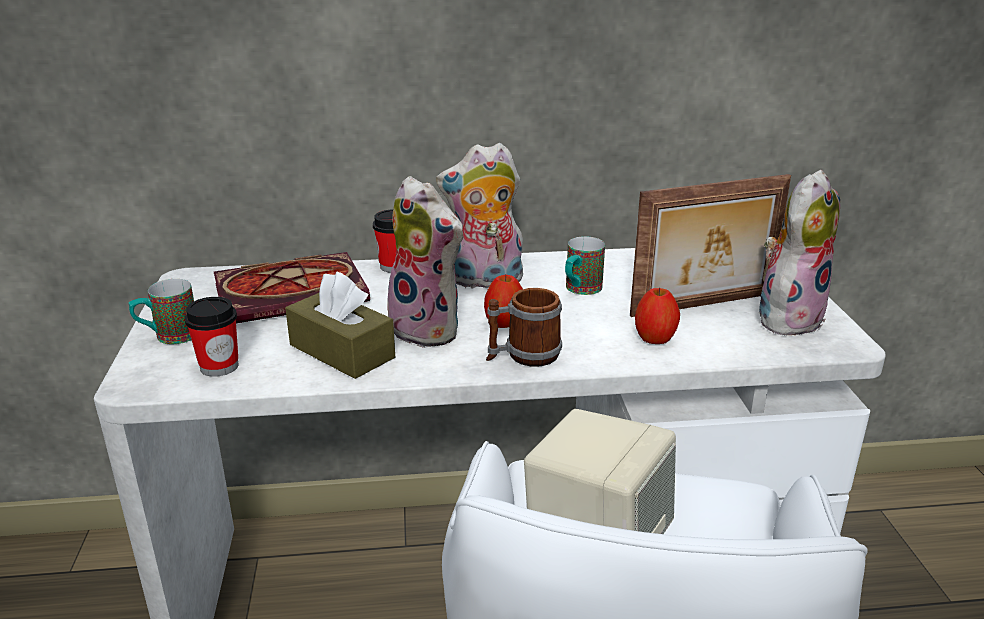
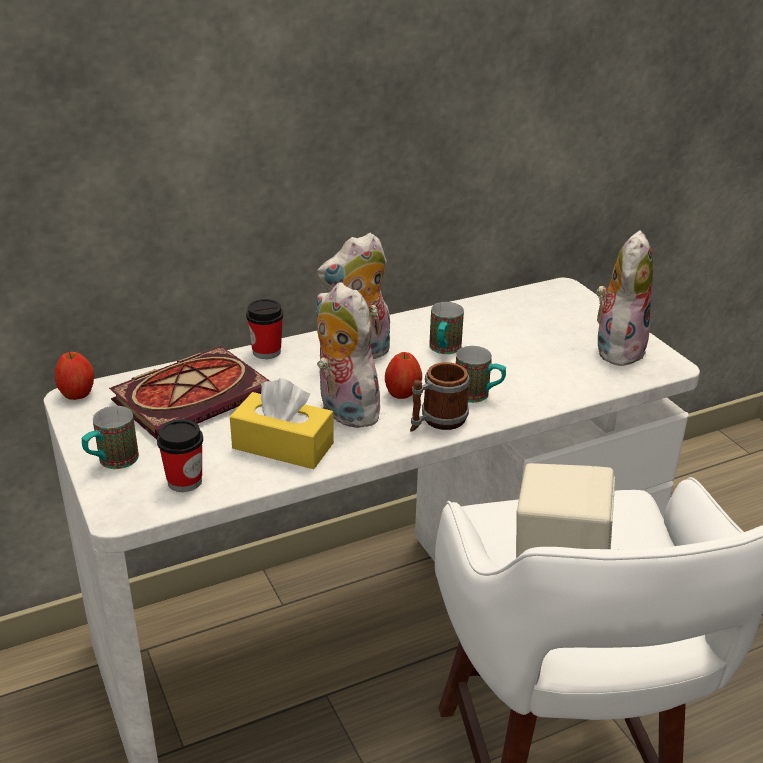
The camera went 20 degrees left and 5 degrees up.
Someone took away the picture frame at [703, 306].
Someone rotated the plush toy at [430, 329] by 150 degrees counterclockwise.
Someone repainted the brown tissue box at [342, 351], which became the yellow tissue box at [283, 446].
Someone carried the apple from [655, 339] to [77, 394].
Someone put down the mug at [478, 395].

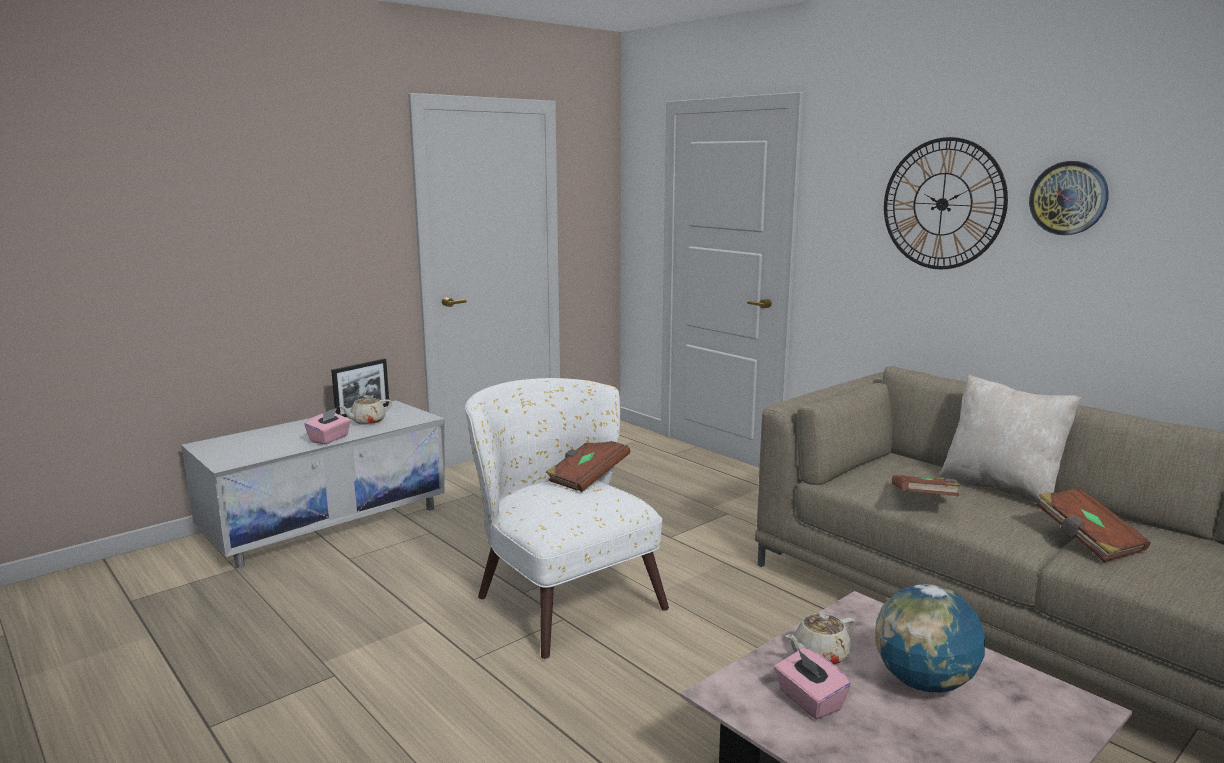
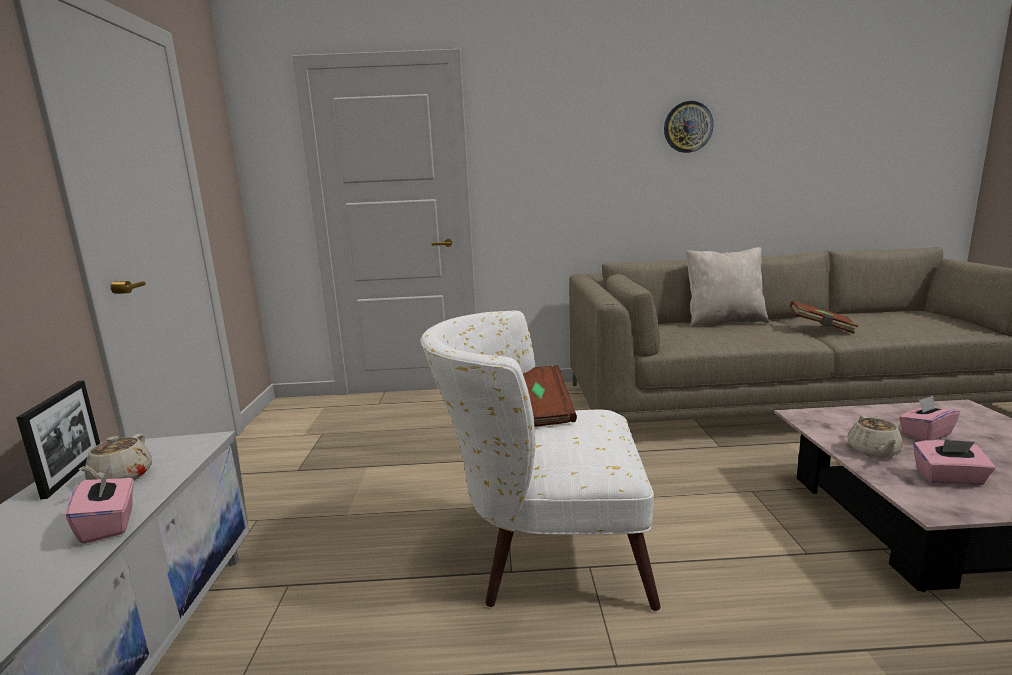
The camera went 50 degrees left and 0 degrees up.
Someone took away the wall clock at [942, 204].
Someone took away the brown book at [924, 501].
Someone swapped the globe at [924, 682] for the pink tissue box at [925, 434].

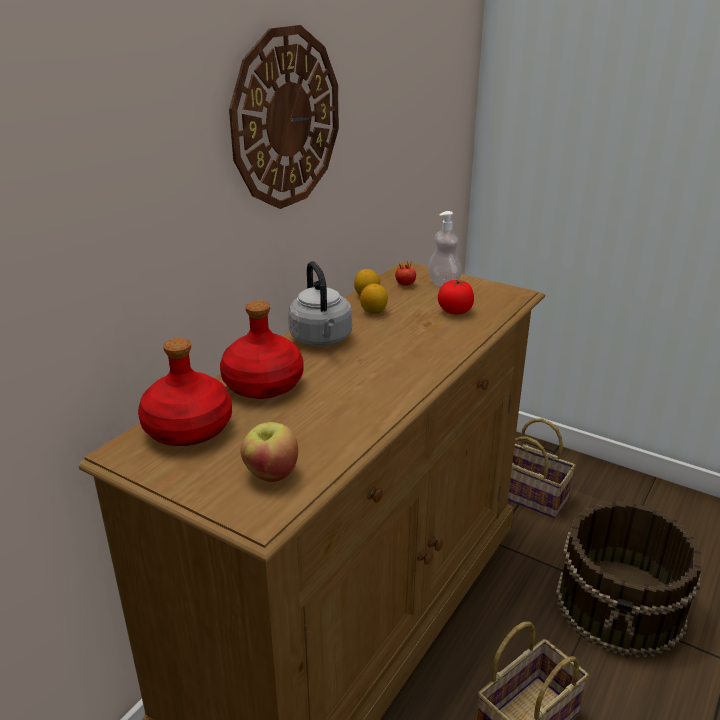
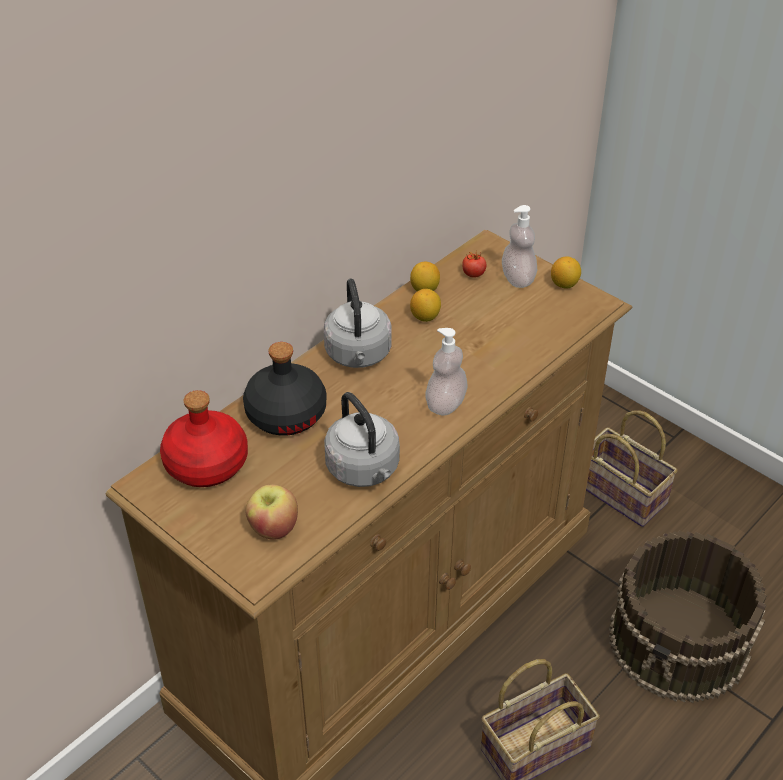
The camera went 10 degrees right and 15 degrees up.
Someone took away the wall clock at [286, 119].
Someone took away the tomato at [455, 311].
Someone repainted the red bottle at [263, 384], which became the black bottle at [286, 413].
Someone put down the lemon at [564, 284].
Someone put down the soap dispenser at [445, 404].
Someone put down the grey kettle at [364, 470].

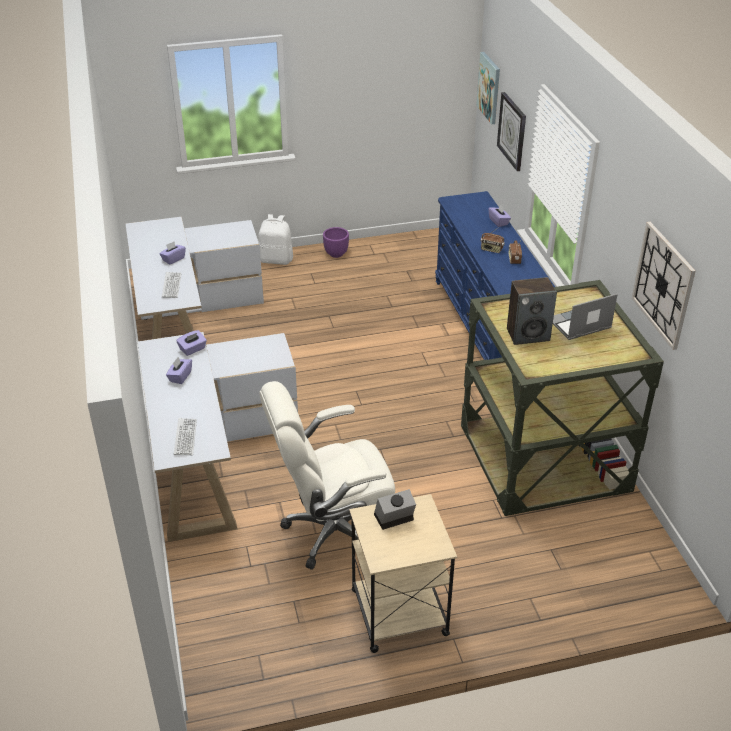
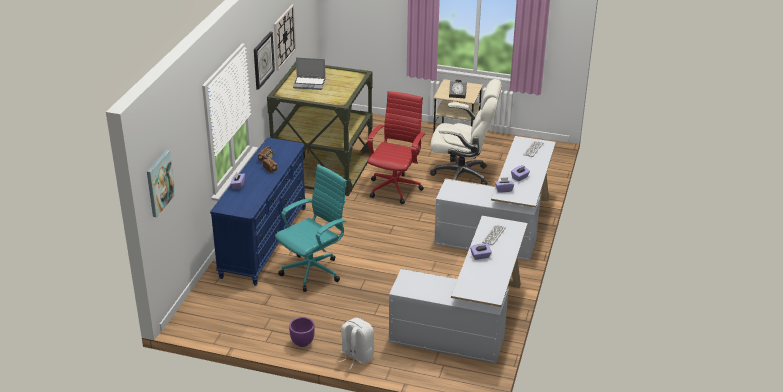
The camera went 150 degrees left and 5 degrees down.
Someone carried the wall clock from [512, 131] to [263, 60].
Someone took away the speaker at [528, 334].
Someone put down the red office chair at [395, 187].
Someone put down the turquoise office chair at [314, 271].

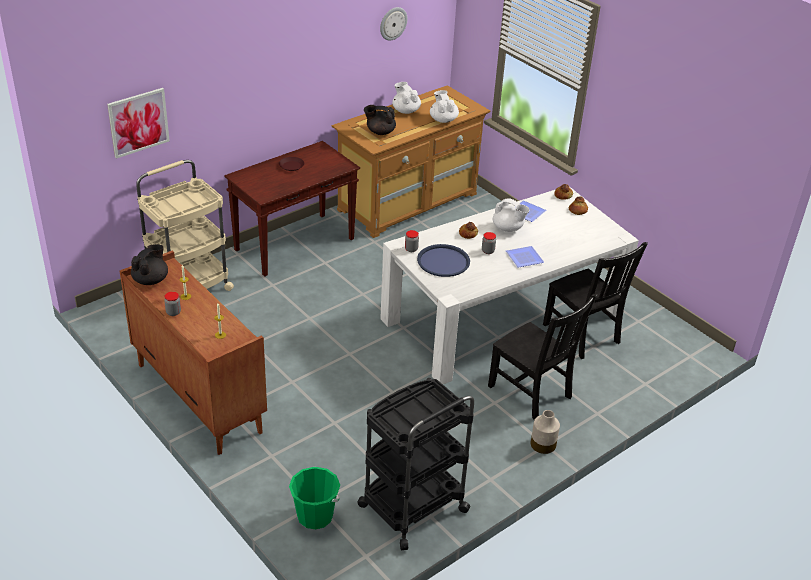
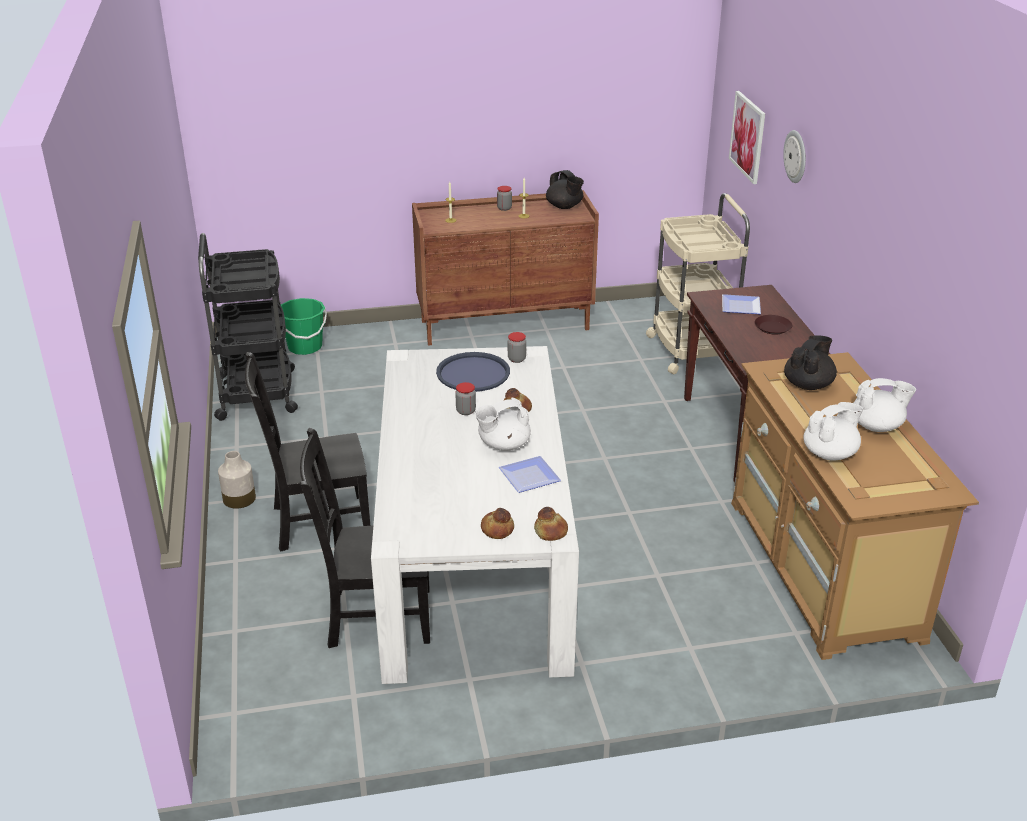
The camera went 120 degrees right and 5 degrees down.
Someone carried the wall clock from [393, 23] to [796, 156].
Someone rotated the white teapot at [443, 119] by 45 degrees counterclockwise.
Someone carried the plate from [523, 258] to [742, 306].

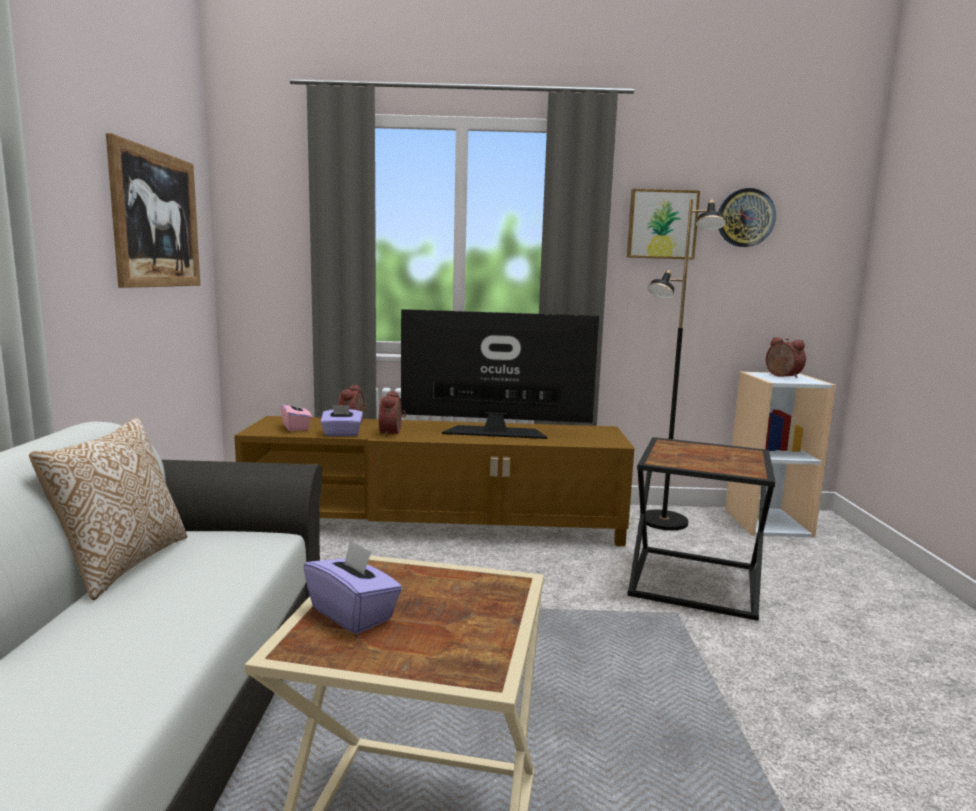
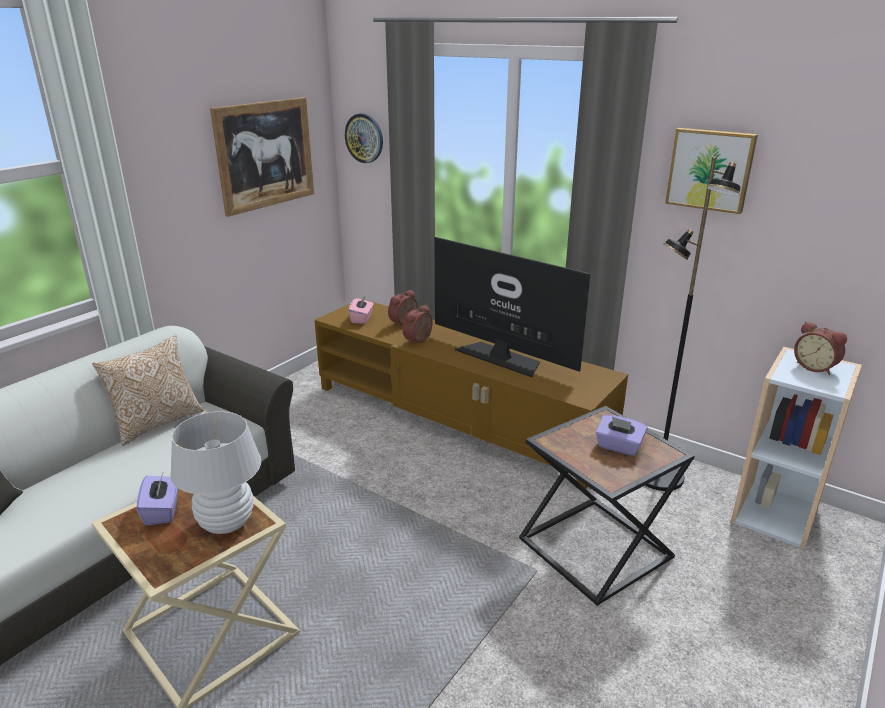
The camera went 35 degrees right and 15 degrees up.
Someone carried the wall clock from [745, 218] to [364, 138].
Someone rotated the alarm clock at [781, 376] by 135 degrees clockwise.
Someone carried the purple tissue box from [342, 434] to [618, 447].
Someone put down the white table lamp at [227, 523].

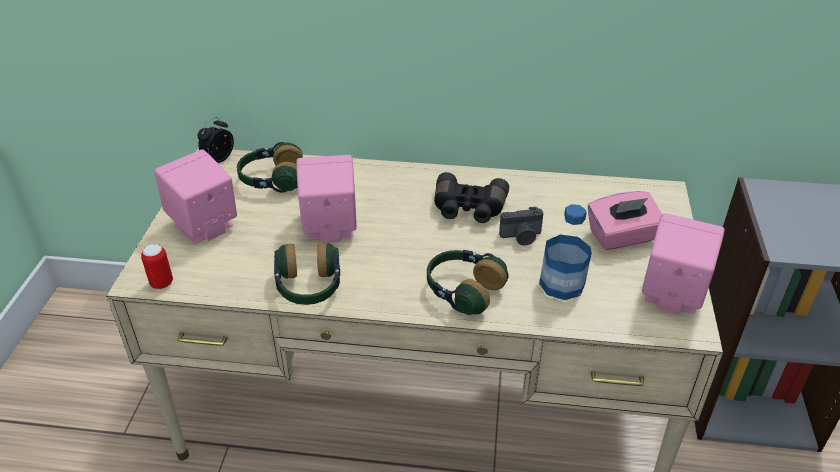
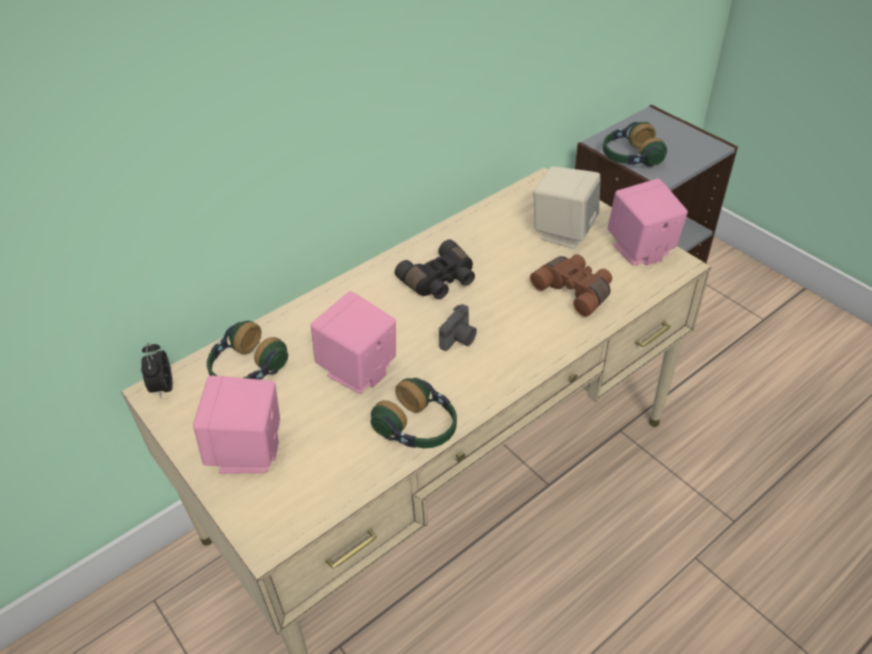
The camera went 45 degrees left and 5 degrees up.
Someone swapped the pink tissue box at [622, 237] for the beige speaker at [563, 232].
Someone swapped the bottle at [562, 284] for the brown binoculars at [575, 290].
Someone carried the photo camera from [521, 237] to [459, 339].
Someone took away the can at [161, 283].
Someone carried the headphones from [463, 291] to [630, 158].

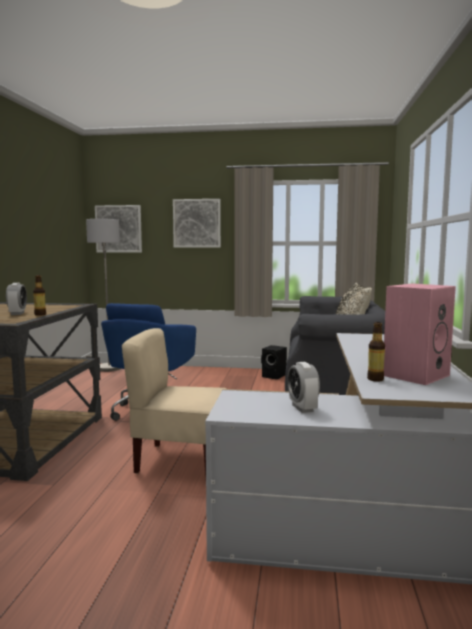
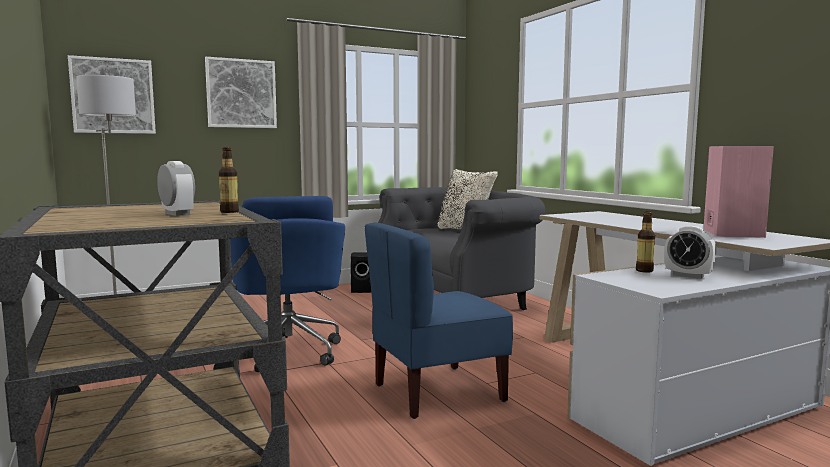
The camera went 35 degrees left and 0 degrees up.
Someone carried the bottle from [375, 379] to [644, 271].
Someone repainted the beige chair at [181, 461], which became the blue chair at [437, 392].

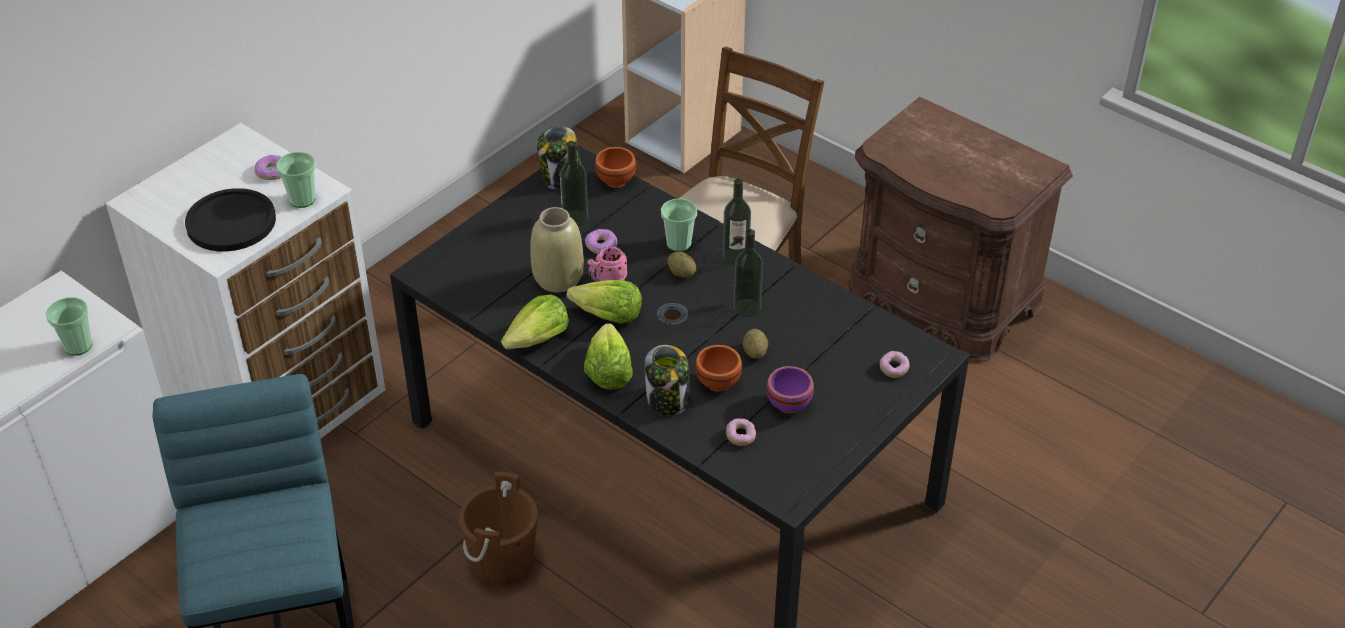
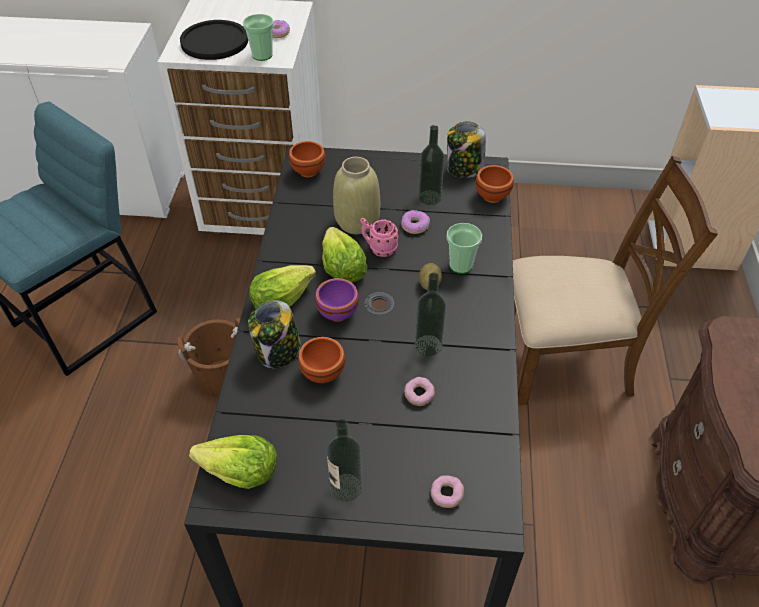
The camera went 55 degrees right and 5 degrees up.
Someone carried the bottle from [735, 256] to [346, 487].
Someone carried the lettuce from [538, 339] to [240, 472].
Someone took away the cup at [78, 346].
Someone took away the potato at [755, 352].
Someone carried the purple bowl from [787, 404] to [337, 312].
Someone carried the donut from [740, 437] to [419, 395].
Someone put down the brown bowl at [309, 171].

